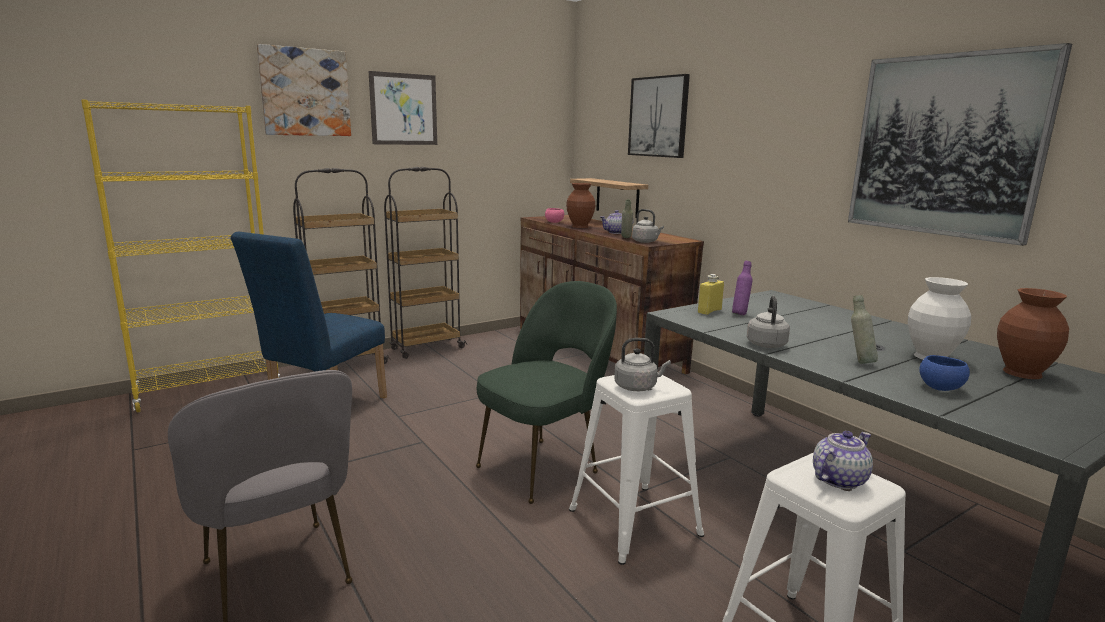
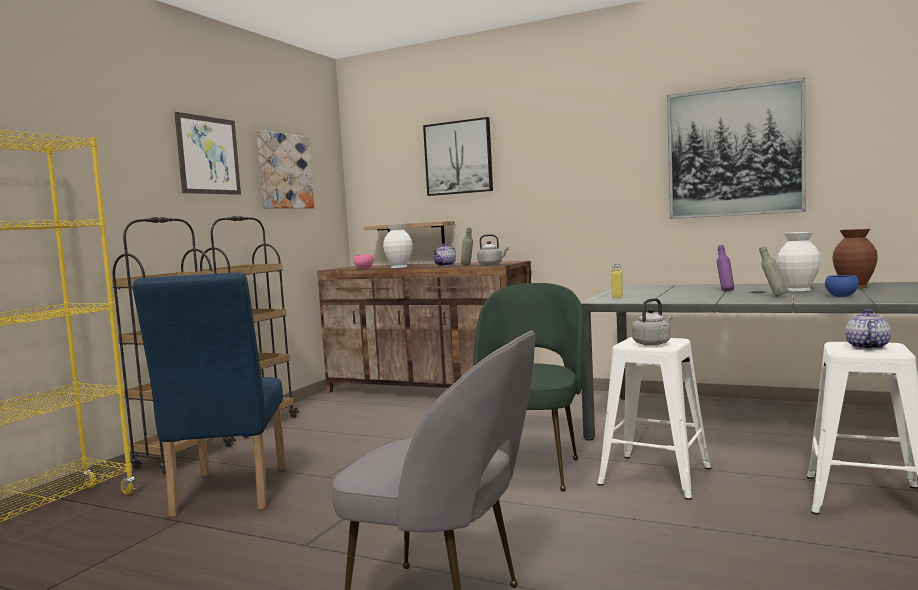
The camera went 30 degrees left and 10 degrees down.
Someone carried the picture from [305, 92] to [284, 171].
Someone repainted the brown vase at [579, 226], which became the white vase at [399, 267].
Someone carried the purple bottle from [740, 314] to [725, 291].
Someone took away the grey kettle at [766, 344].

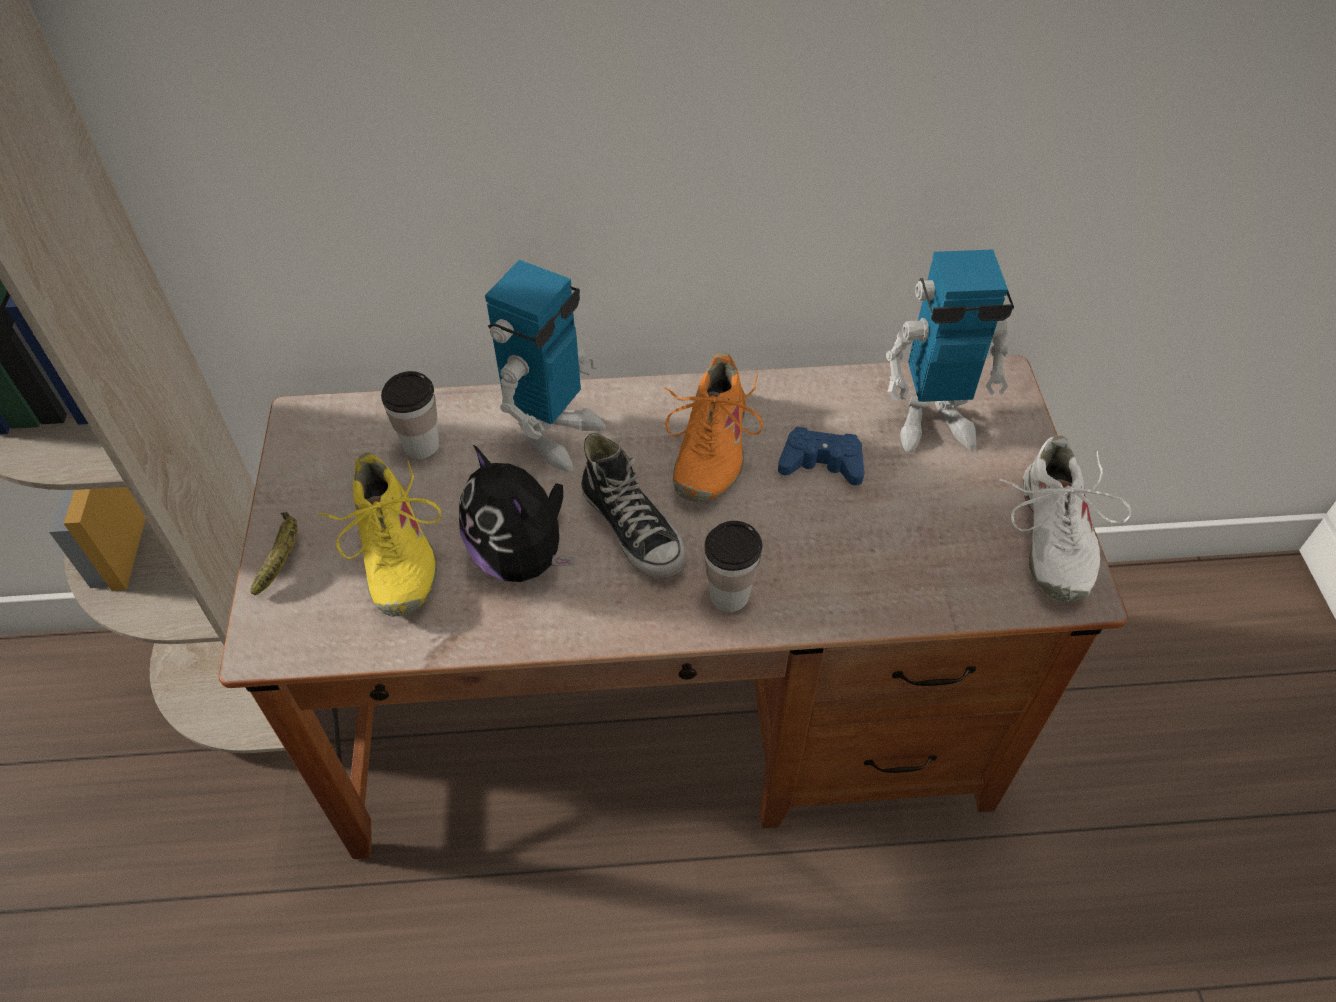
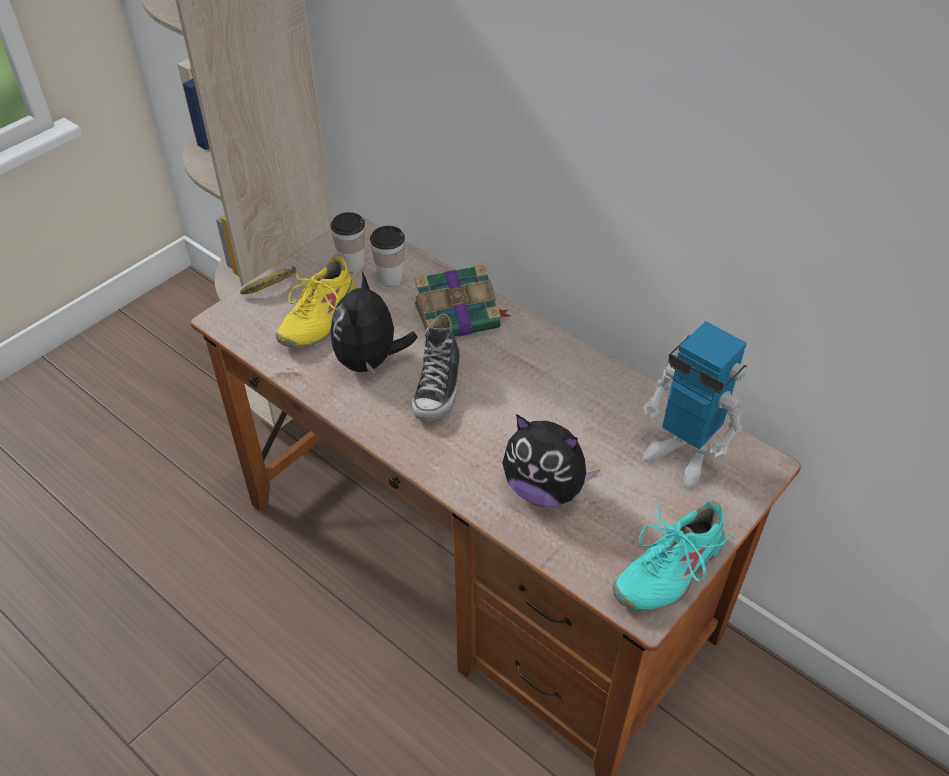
The camera went 45 degrees right and 5 degrees down.
Someone swapped the toy robot at [555, 434] for the book at [459, 316].
Someone took away the orange shoe at [709, 448].
Someone took away the blue game controller at [821, 463].
Someone repainted the white shoe at [1051, 538], which became the turquoise shoe at [668, 569].
Someone carried the cup from [729, 595] to [352, 265].
Someone put down the plush toy at [544, 489].

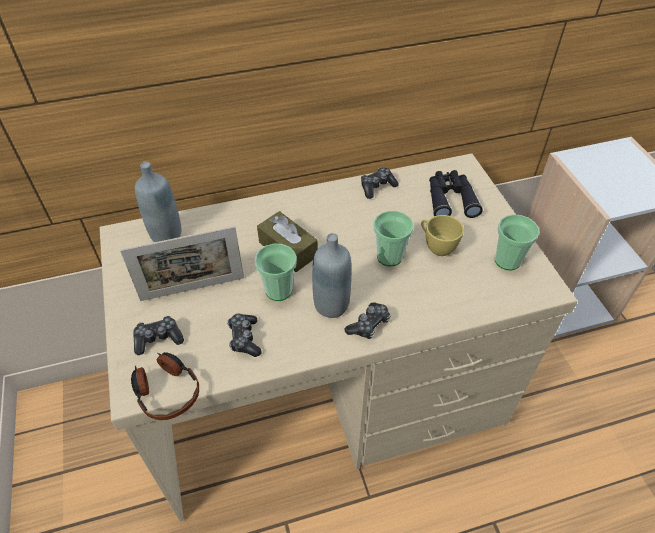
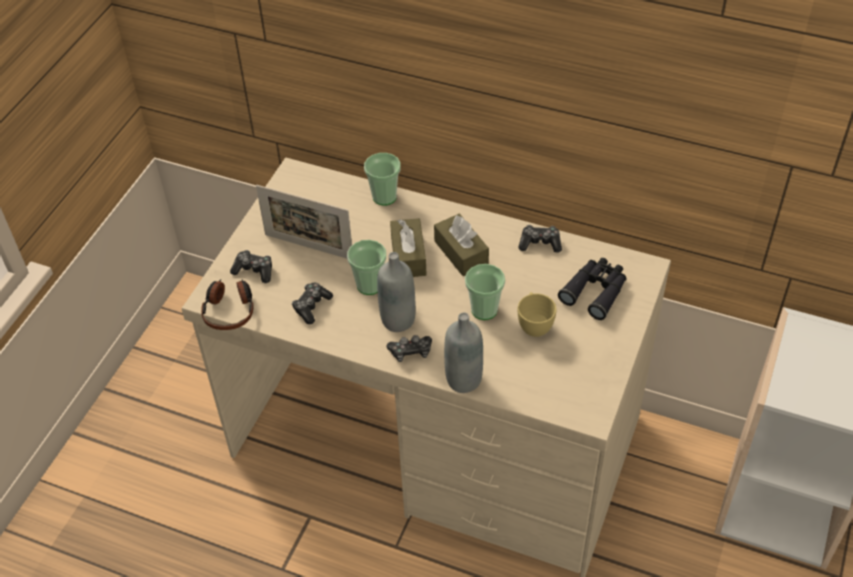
The camera went 40 degrees right and 0 degrees up.
Someone carried the grey bottle from [166, 234] to [463, 380].
Someone carried the cup from [507, 260] to [384, 197].
Someone put down the brown tissue box at [461, 253].

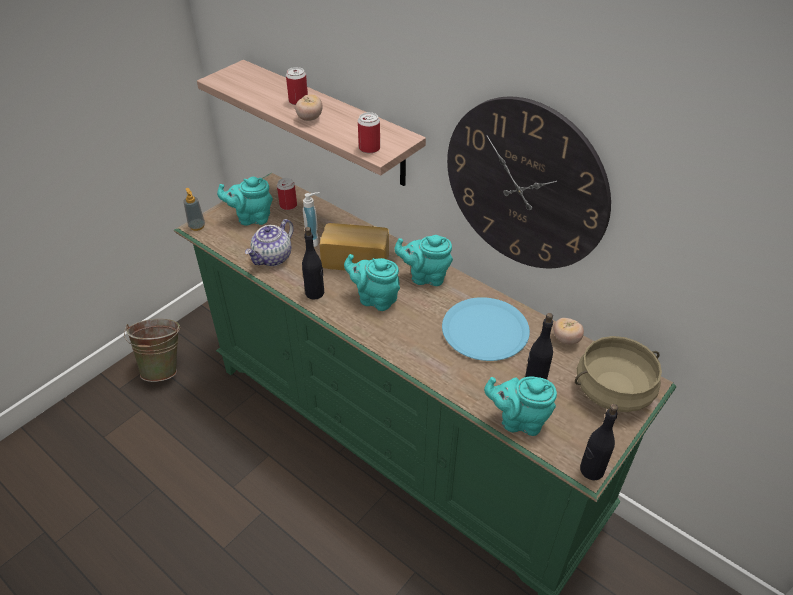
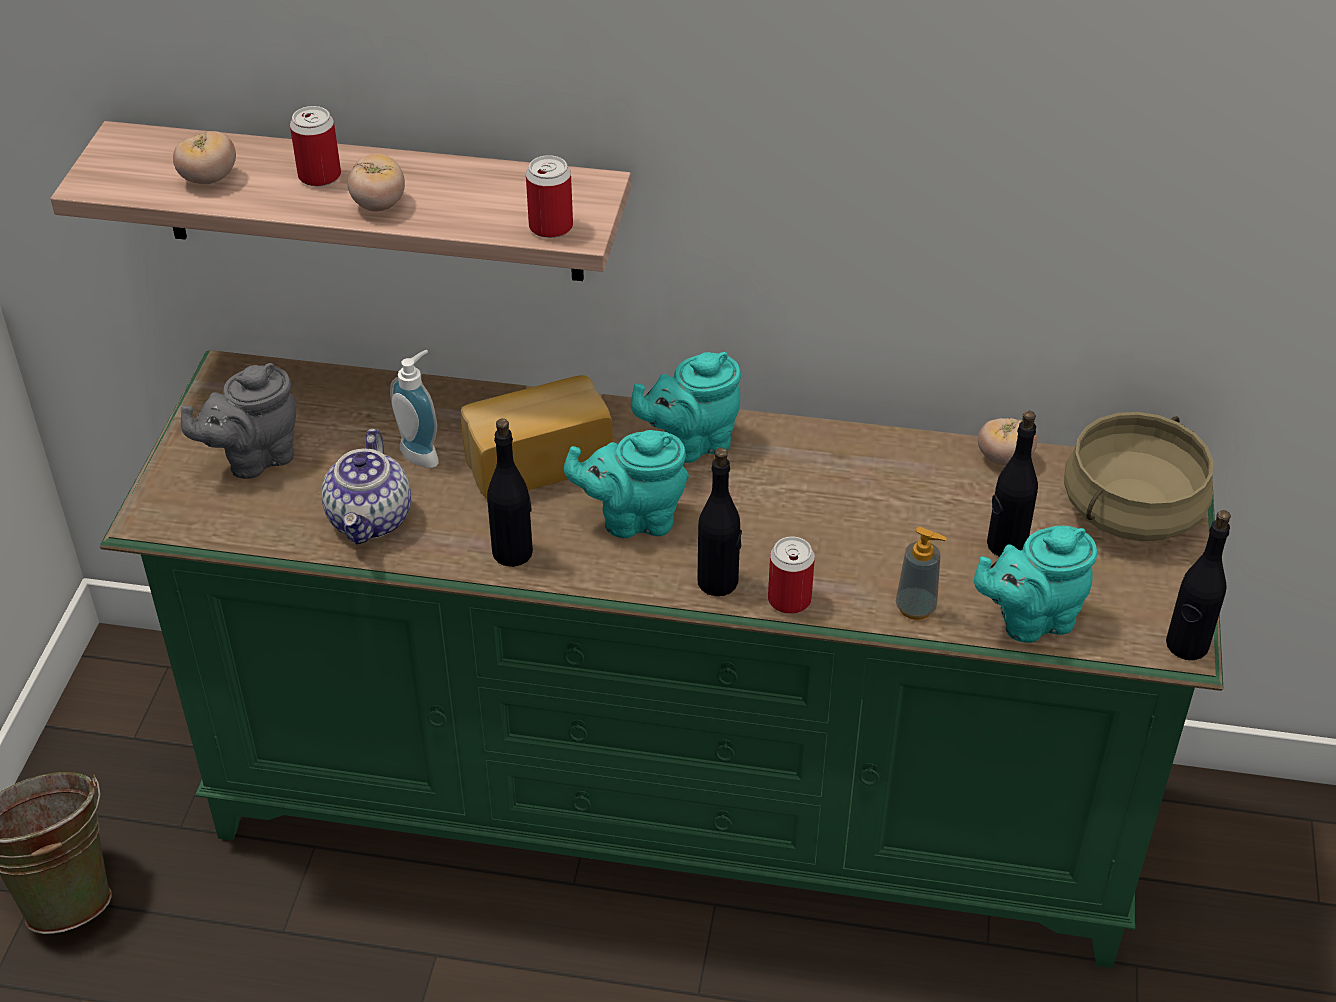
The camera went 30 degrees left and 0 degrees up.
Someone took away the wall clock at [525, 186].
Someone repainted the turquoise teapot at [251, 218], which became the grey teapot at [254, 458].
Someone carried the can from [288, 205] to [789, 600].
Someone carried the soap dispenser from [197, 226] to [915, 607].
Someone took away the blue plate at [485, 330].
Someone put down the tomato at [208, 179].
Someone put down the black bottle at [718, 582].

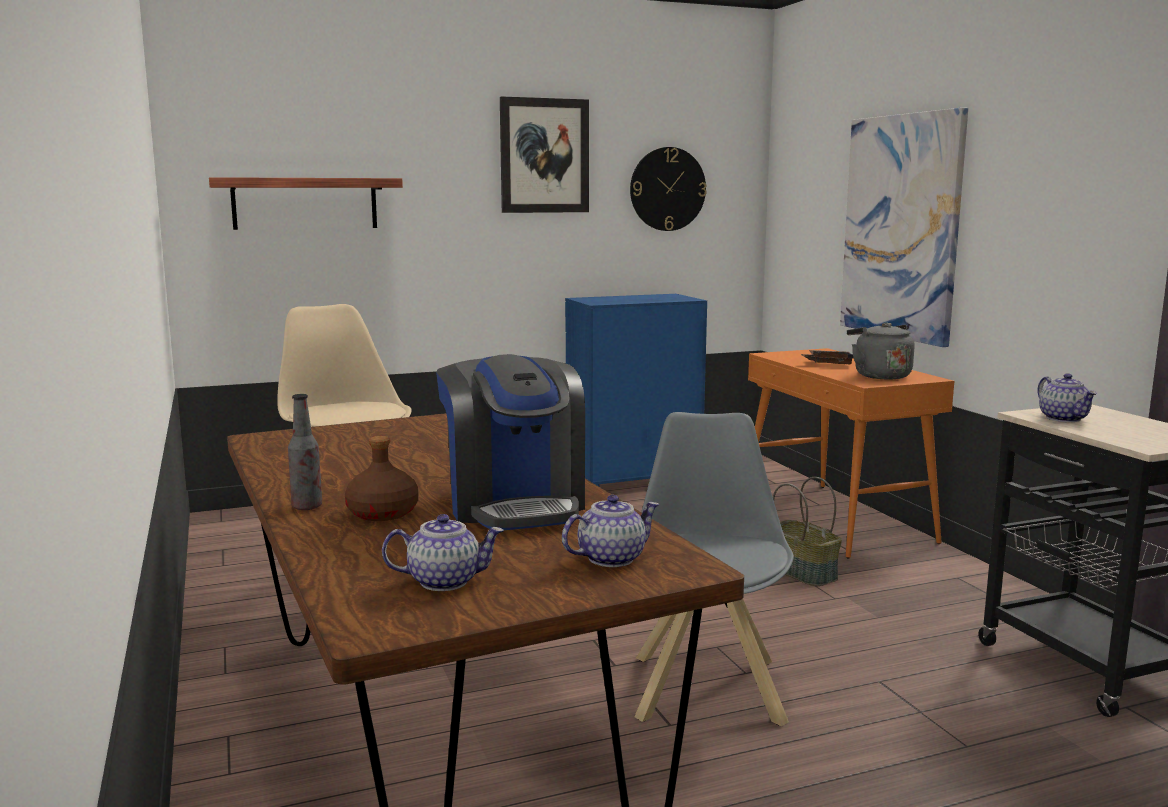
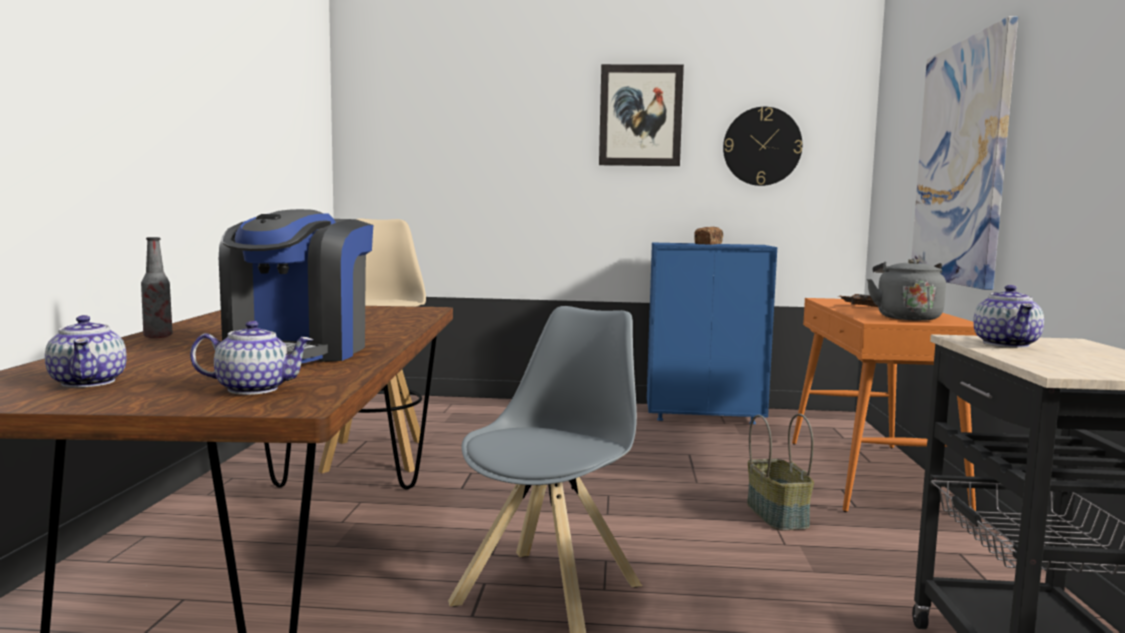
The camera went 25 degrees right and 5 degrees down.
Someone took away the shelf at [305, 203].
Someone took away the brown bottle at [382, 513].
Someone rotated the teapot at [445, 581] by 45 degrees clockwise.
Someone put down the bread at [708, 244].

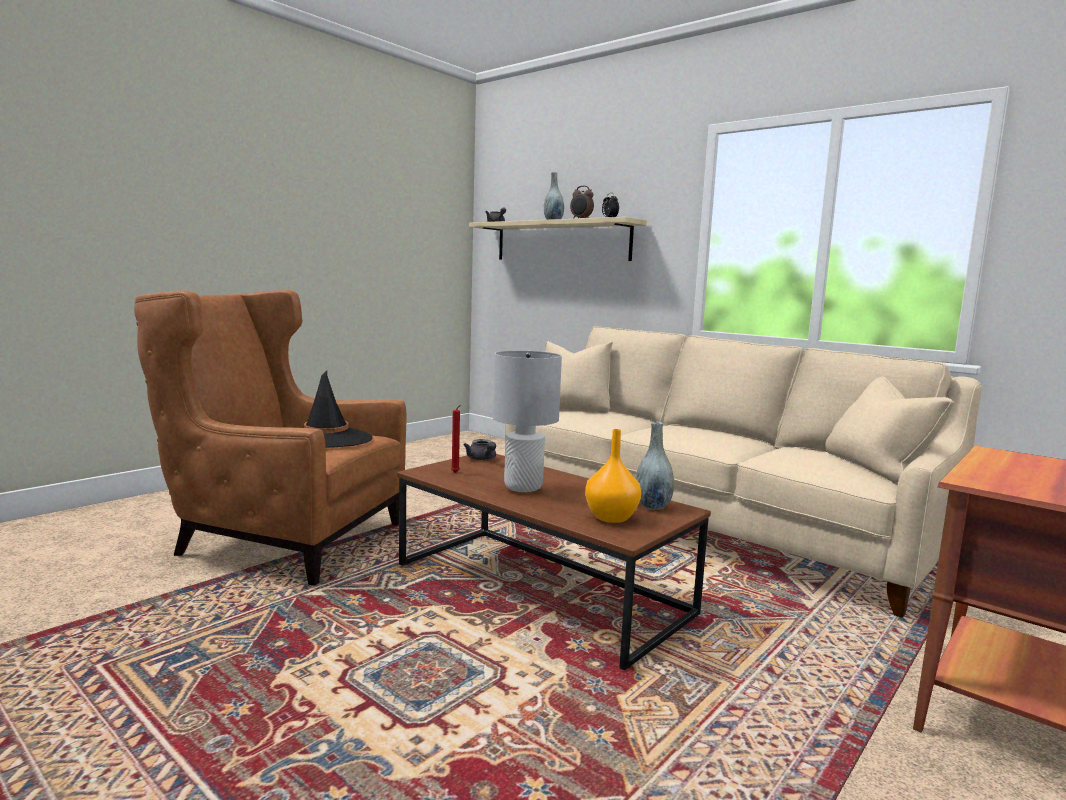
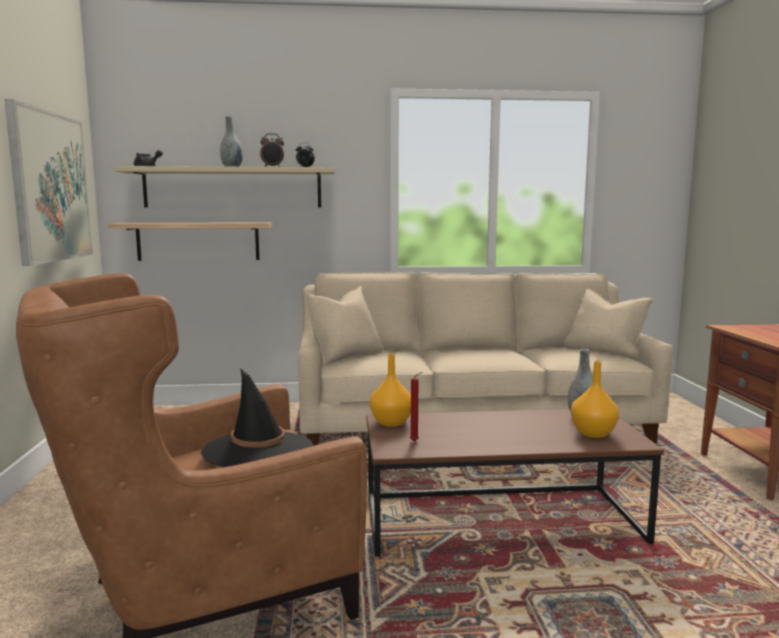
The camera went 45 degrees left and 0 degrees up.
Someone took away the grey table lamp at [522, 489].
Someone swapped the grey teapot at [482, 459] for the orange vase at [392, 422].
Someone put up the picture at [51, 187].
Someone put up the shelf at [198, 241].

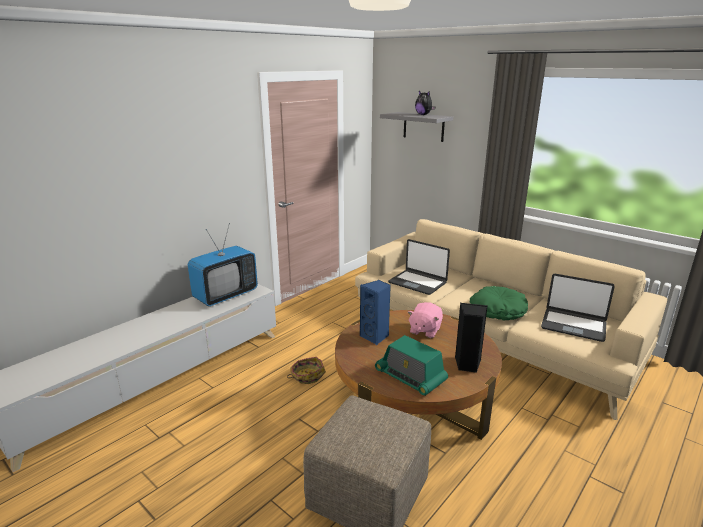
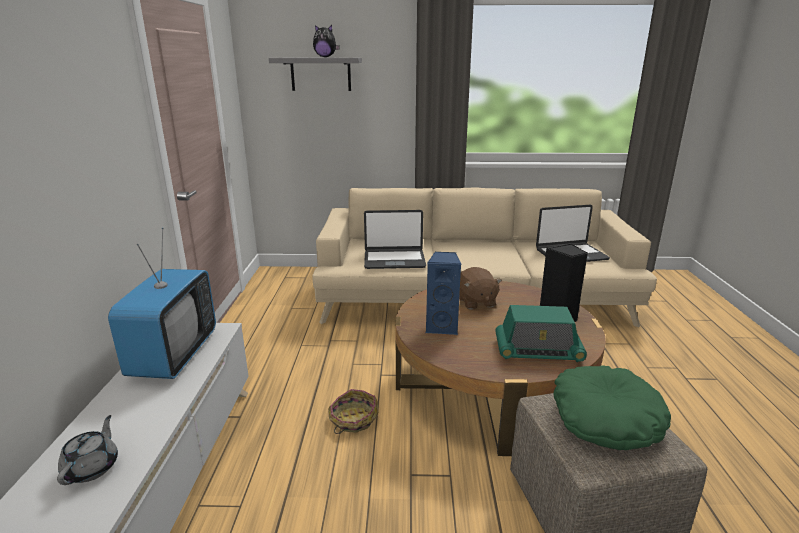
The camera went 40 degrees left and 0 degrees up.
Someone carried the green pillow from [498, 311] to [607, 420].
Someone repainted the pink plush toy at [424, 330], which became the brown plush toy at [476, 302].
Someone put down the grey teapot at [92, 467].

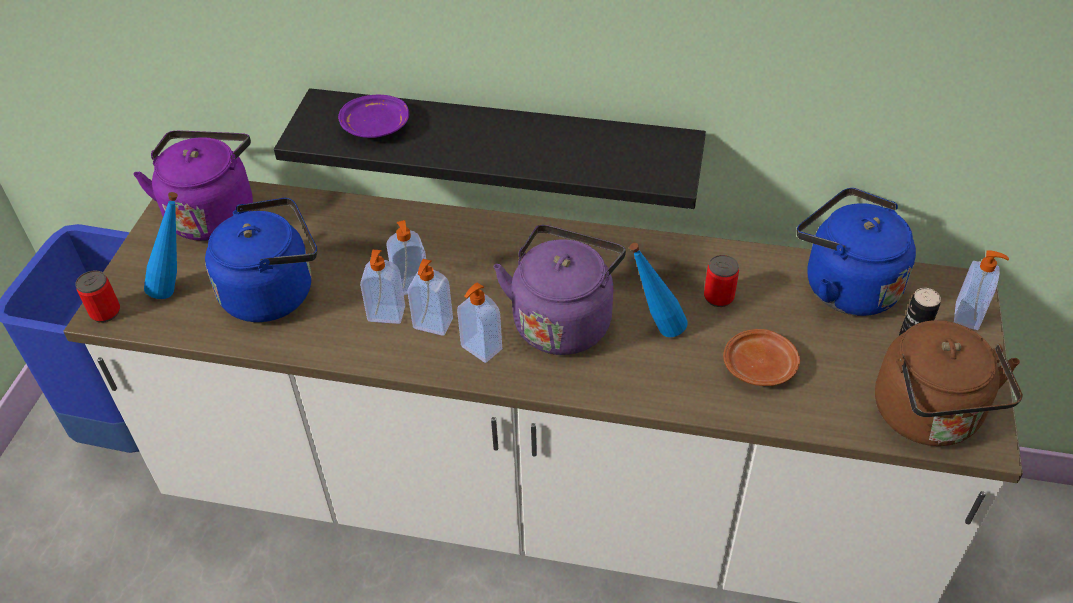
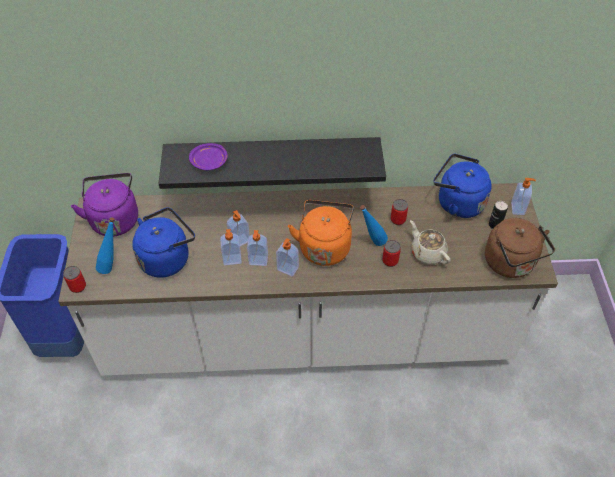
The camera went 15 degrees left and 5 degrees up.
Someone repainted the purple kettle at [563, 320], which became the orange kettle at [324, 246].
Someone swapped the brown plate at [760, 366] for the beige teapot at [427, 252].
Someone put down the can at [390, 261].

